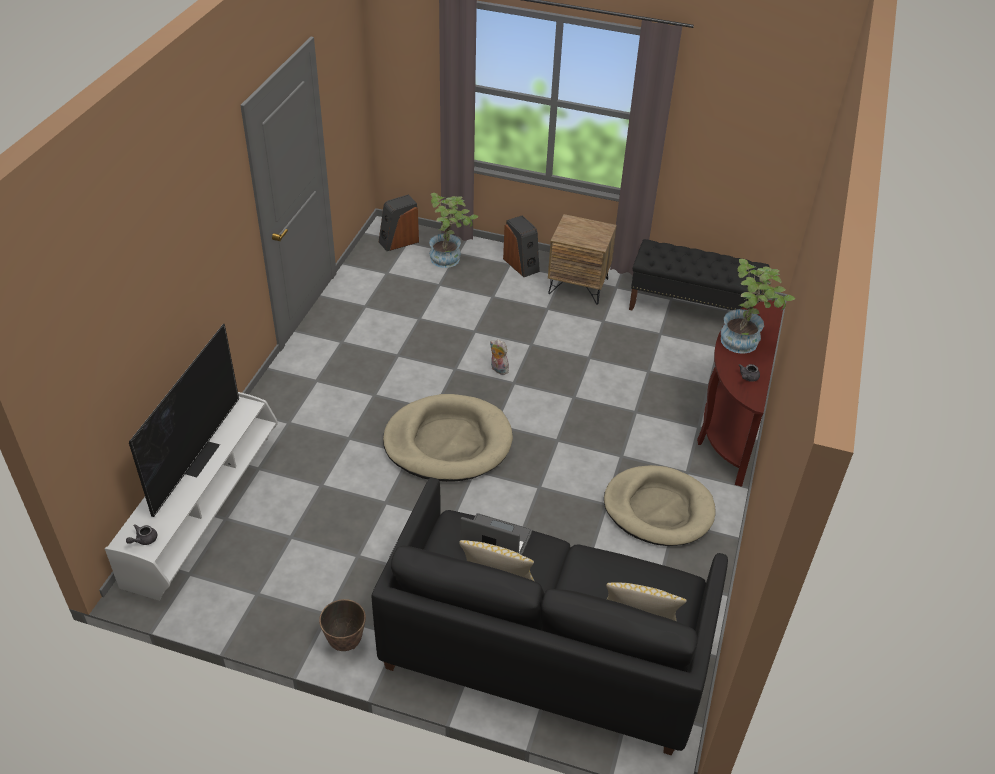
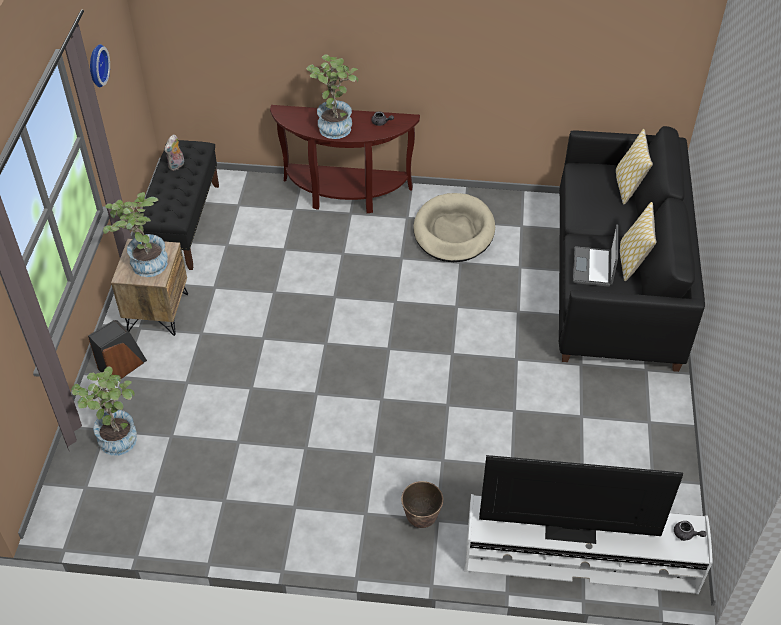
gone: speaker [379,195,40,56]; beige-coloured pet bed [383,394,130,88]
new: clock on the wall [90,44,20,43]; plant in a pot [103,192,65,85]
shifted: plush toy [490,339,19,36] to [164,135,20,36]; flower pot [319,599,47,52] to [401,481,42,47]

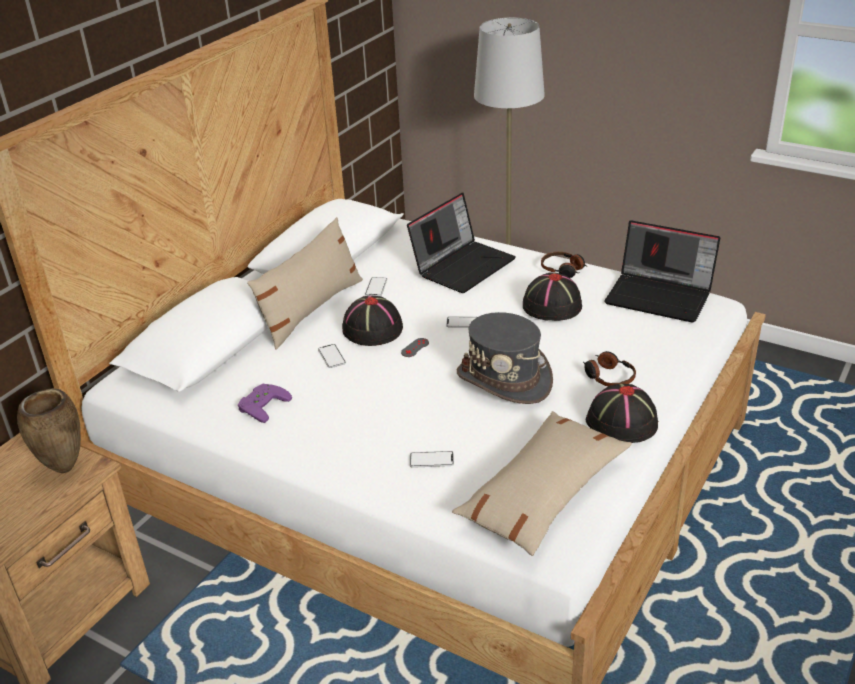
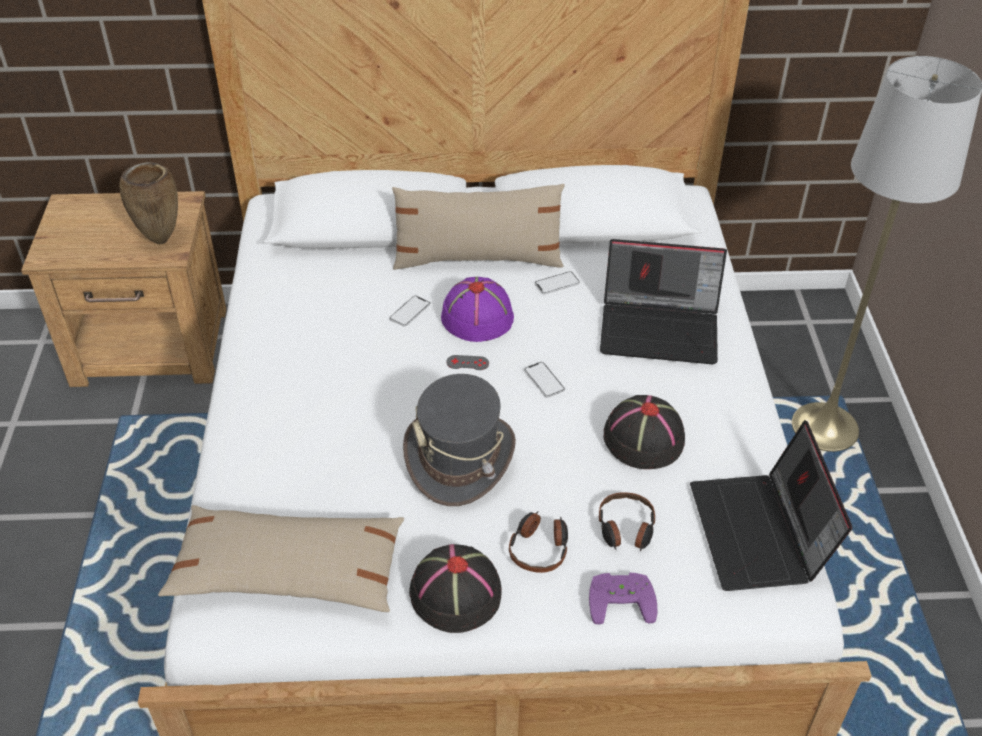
gone: telephone [410,451,44,17]
shifted: headset [541,252,46,26] to [599,492,56,59]; purple-coloured game controller [238,384,54,39] to [589,573,69,51]
repainted: blackish hat [342,296,61,50] to purple-coloured hat [441,277,73,65]

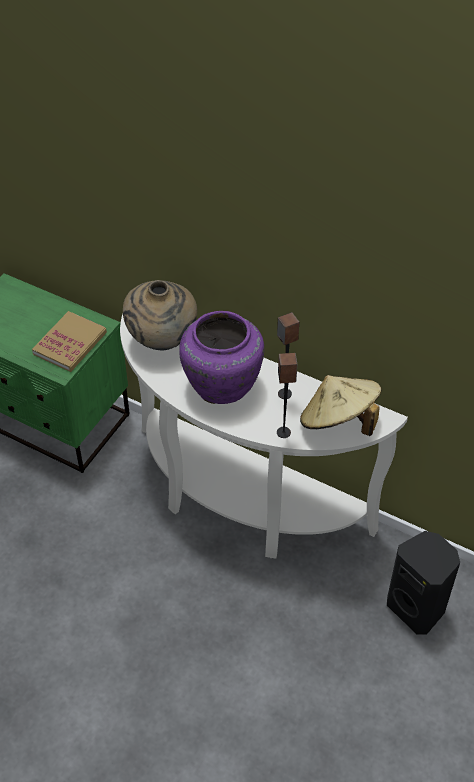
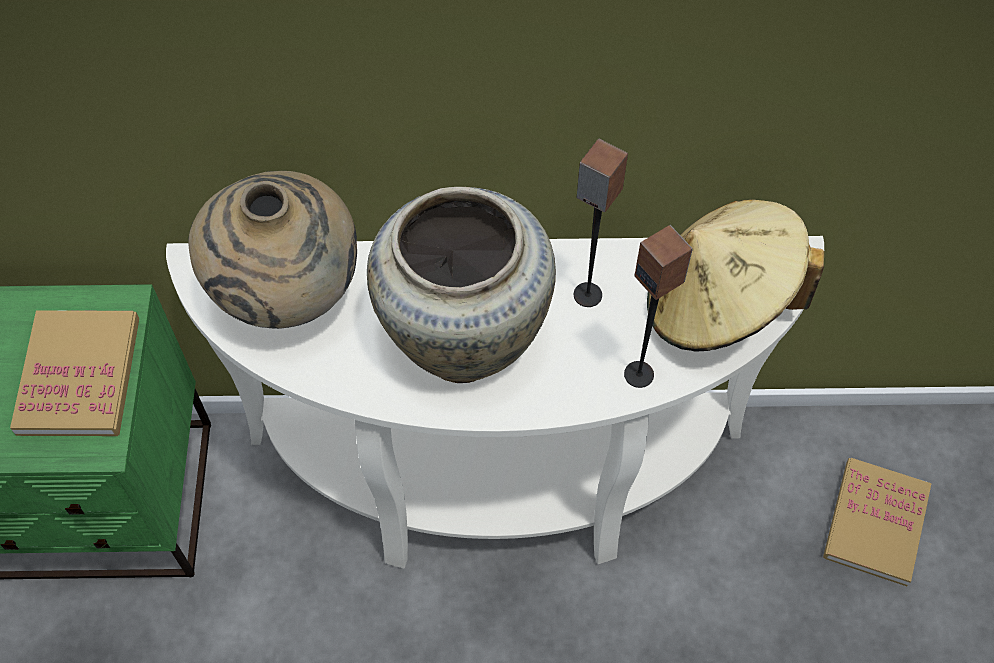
swapped: blackish speaker [387,531,73,104] to volume [823,458,109,128]
repainted: purple-coloured flower vase [179,311,85,93] to beige-coloured flower vase [367,187,189,196]

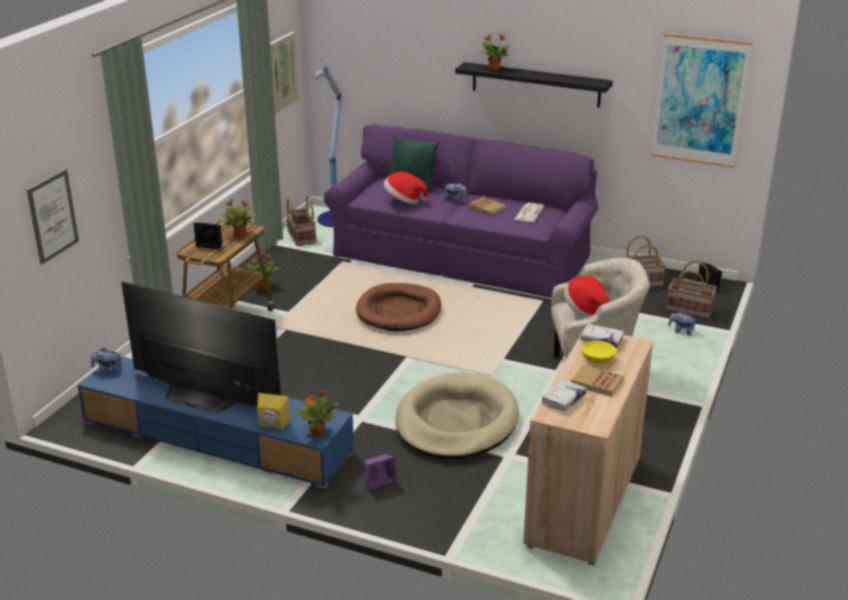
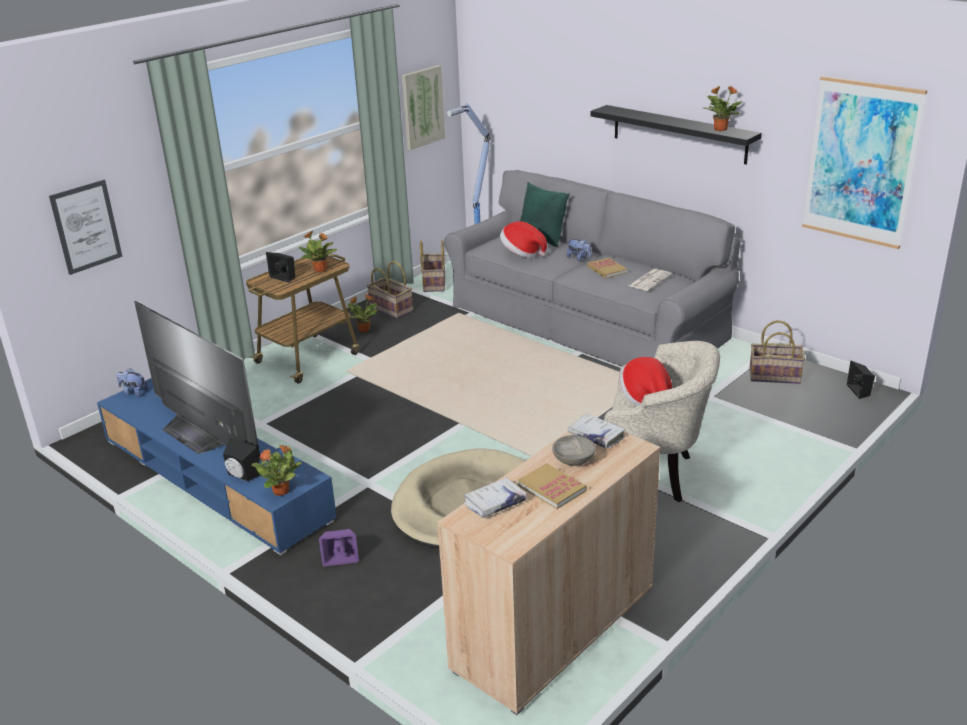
gone: brownish pet bed [356,283,85,48]; plush toy [668,311,30,24]
shifted: plant in a pot [479,34,31,37] to [703,86,40,45]; household basket [666,261,51,58] to [367,261,46,57]
repainted: purple-coloured couch [324,124,274,174] to greyish couch [444,170,296,197]; yellow deep dish [582,340,35,24] to greyish deep dish [552,435,44,31]; yellow speaker [257,393,33,36] to blackish speaker [223,438,37,44]

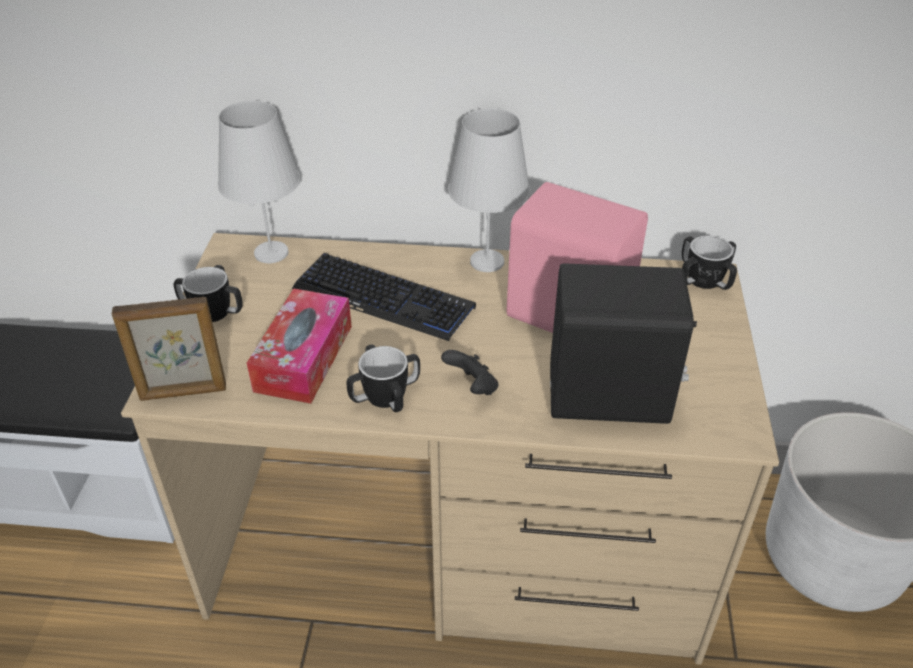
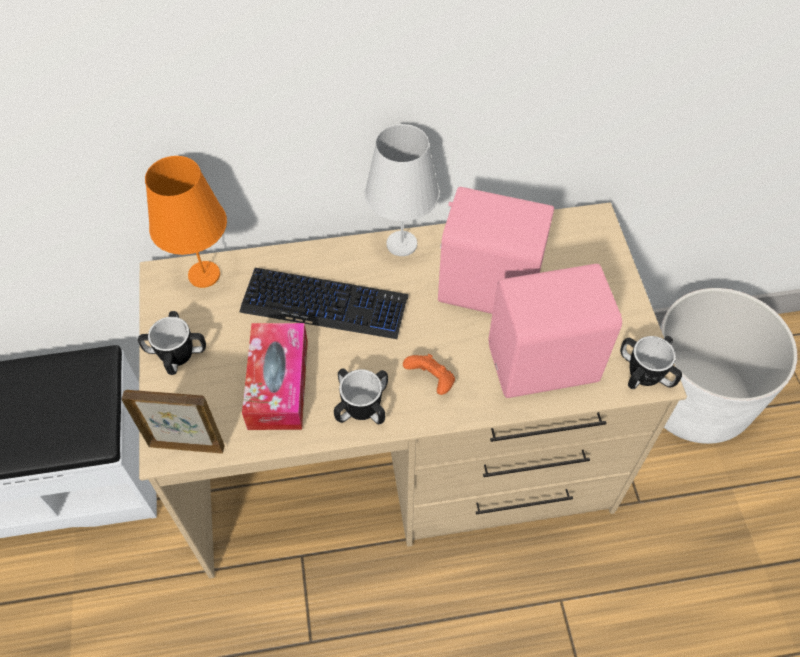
shifted: coffee mug [682,236,55,54] to [620,336,62,53]
repainted: whitish tabletop lamp [218,101,82,162] to orangey tabletop lamp [145,156,82,132]; blackish speaker [550,263,147,161] to pink-coloured speaker [489,264,133,134]; blackish game controller [441,350,57,45] to orangey game controller [403,354,52,41]
rotated: photo frame [112,297,114,104] = [122,390,103,64] 150 degrees counterclockwise

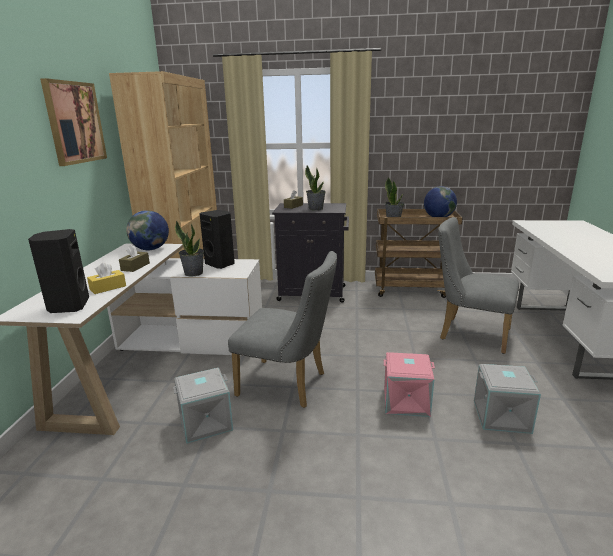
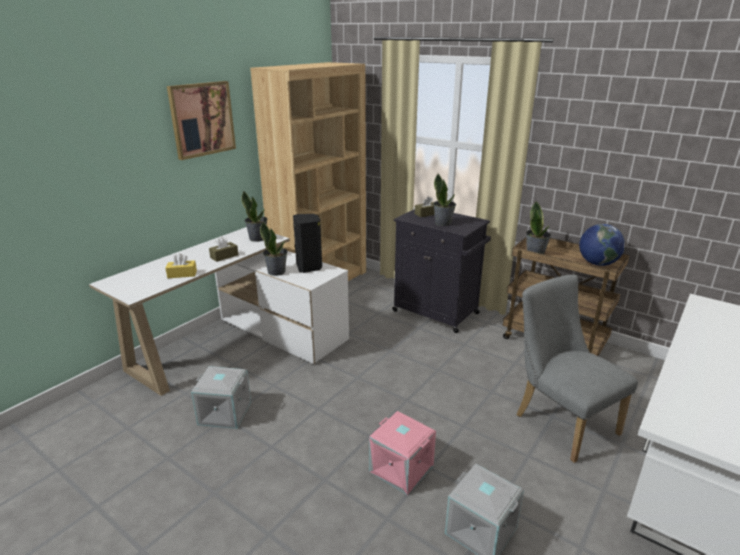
gone: blackish speaker [28,229,61,84]; greyish upright chair [228,251,109,157]
swapped: world globe [126,210,43,40] to plant in a pot [242,191,25,51]

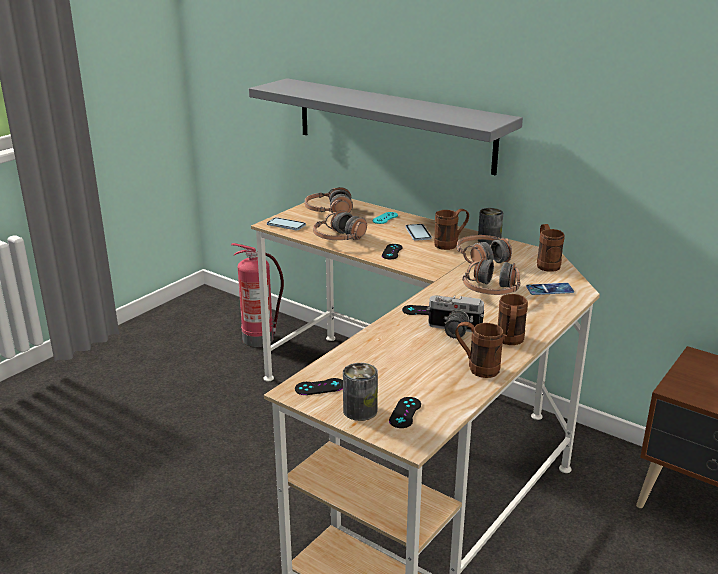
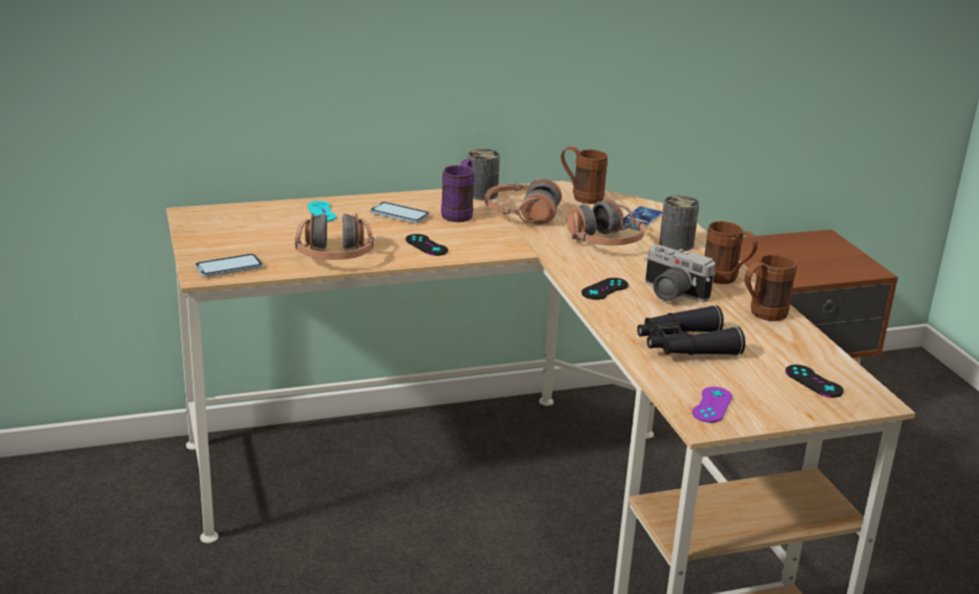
gone: greyish bracket shelf [249,78,274,98]; headset [305,187,48,28]; fire-fighting cylinder [231,243,53,104]
new: blackish pair of binoculars [637,305,108,50]
shifted: sealed can [343,363,35,58] to [659,195,40,56]
repainted: brownish coffee mug [434,209,35,41] to purple-coloured coffee mug [441,159,33,63]; blackish game controller [295,378,48,17] to purple-coloured game controller [692,387,40,36]
rotated: photo camera [427,295,57,44] = [644,245,71,57] 75 degrees clockwise

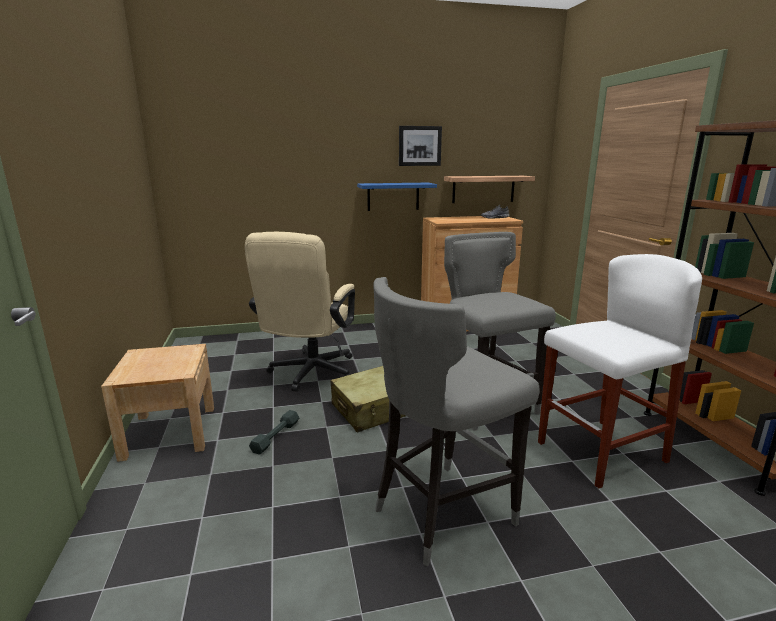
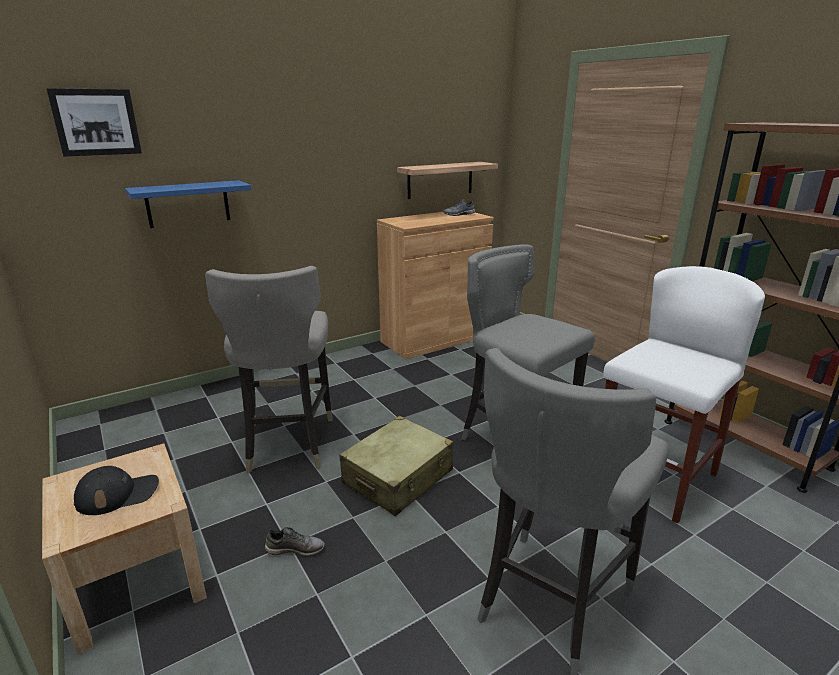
new: blackish baseball cap [74,466,85,49]
shifted: picture [399,126,43,40] to [46,88,96,69]; blue bracket shelf [357,183,80,28] to [125,180,126,48]
swapped: beige-coloured office chair [245,232,110,160] to greyish stool [205,266,128,207]; greyish hand weight [249,410,50,45] to greyish low shoe [265,527,60,29]

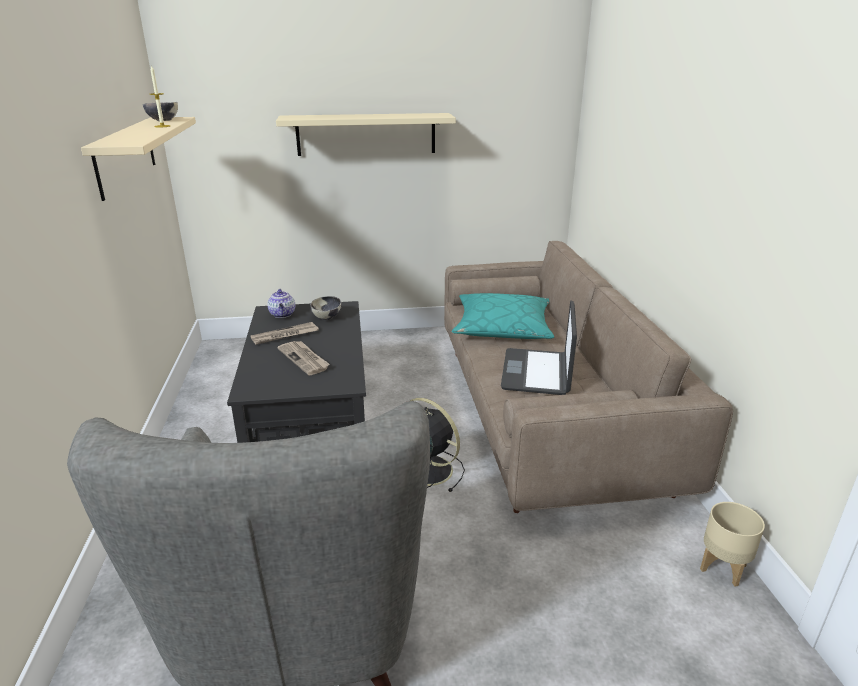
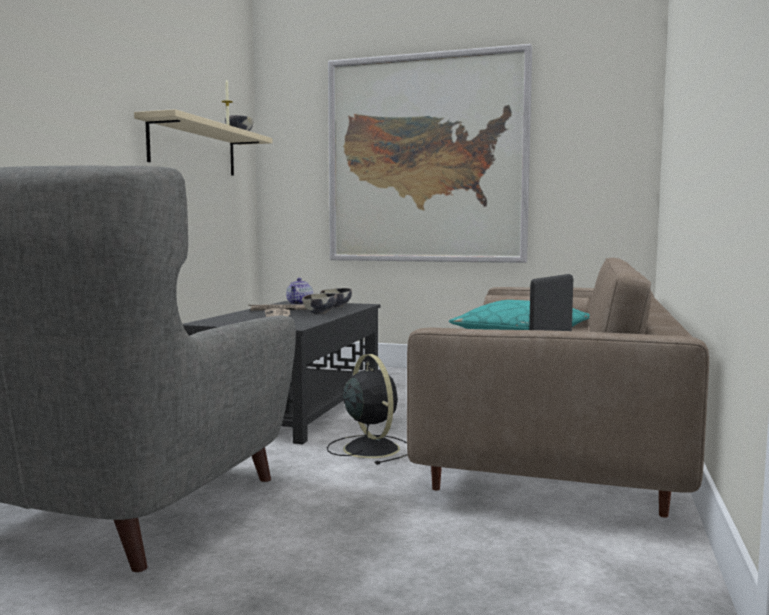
gone: beige-coloured flower pot [700,502,65,85]
new: deep dish [302,293,35,21]
swapped: beige-coloured bracket shelf [276,113,180,43] to picture [328,44,204,219]

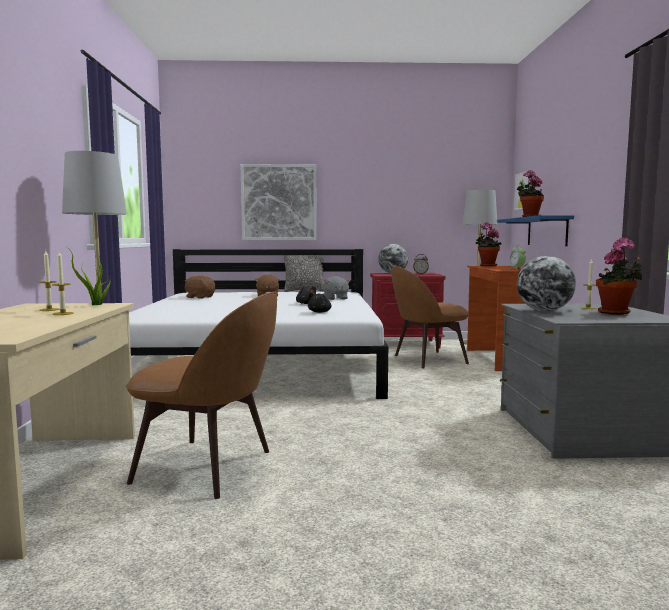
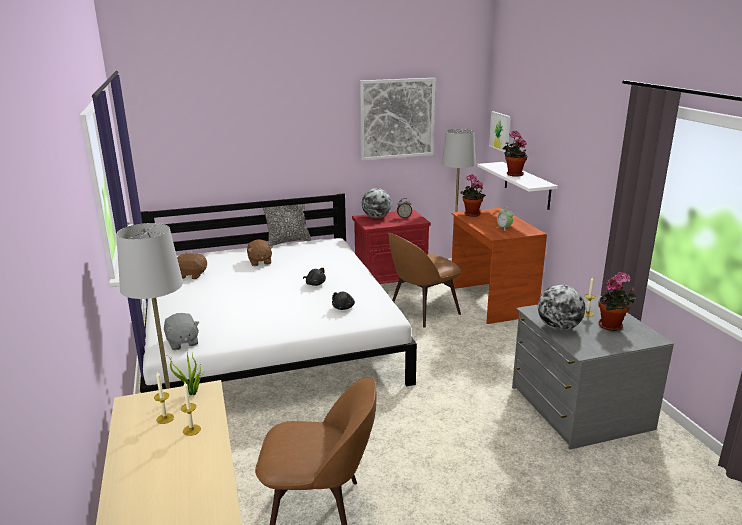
shifted: picture [241,164,76,76] to [360,78,75,83]; greyish plush toy [323,276,27,24] to [164,313,35,37]
repainted: blue bracket shelf [497,215,77,31] to whitish bracket shelf [477,162,81,48]

